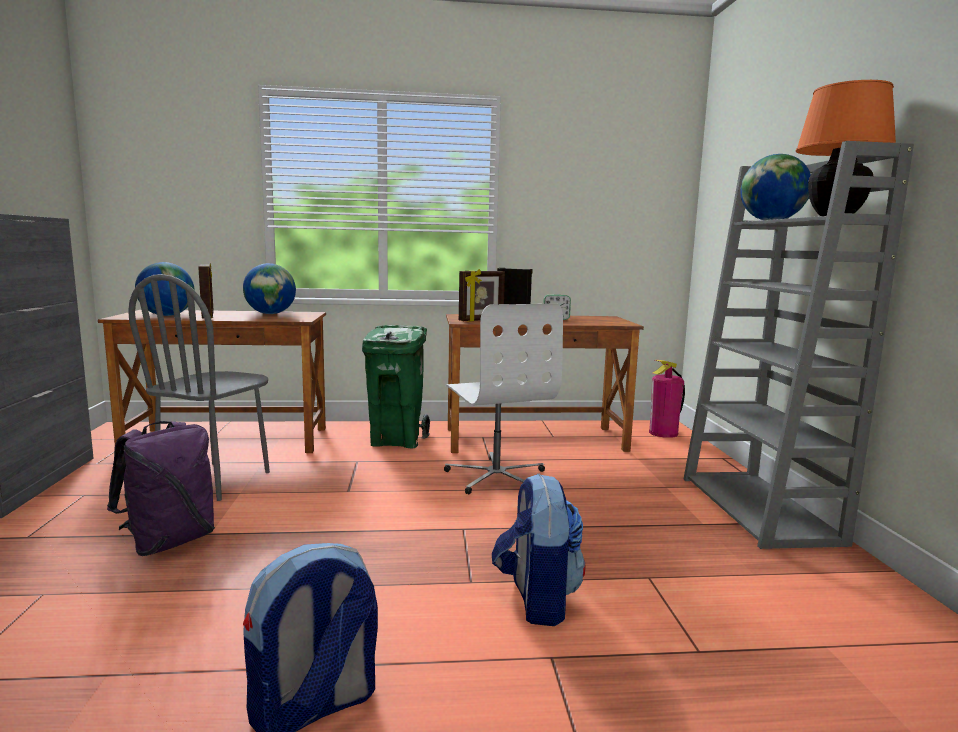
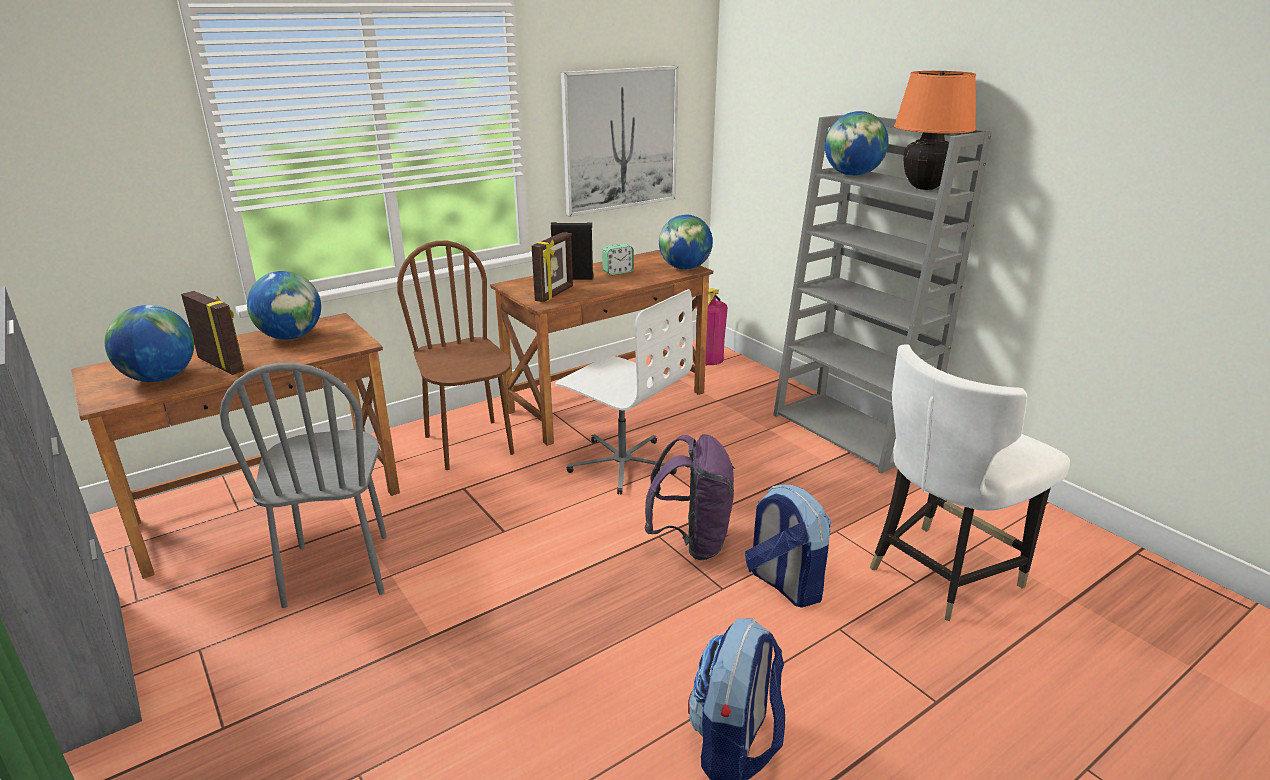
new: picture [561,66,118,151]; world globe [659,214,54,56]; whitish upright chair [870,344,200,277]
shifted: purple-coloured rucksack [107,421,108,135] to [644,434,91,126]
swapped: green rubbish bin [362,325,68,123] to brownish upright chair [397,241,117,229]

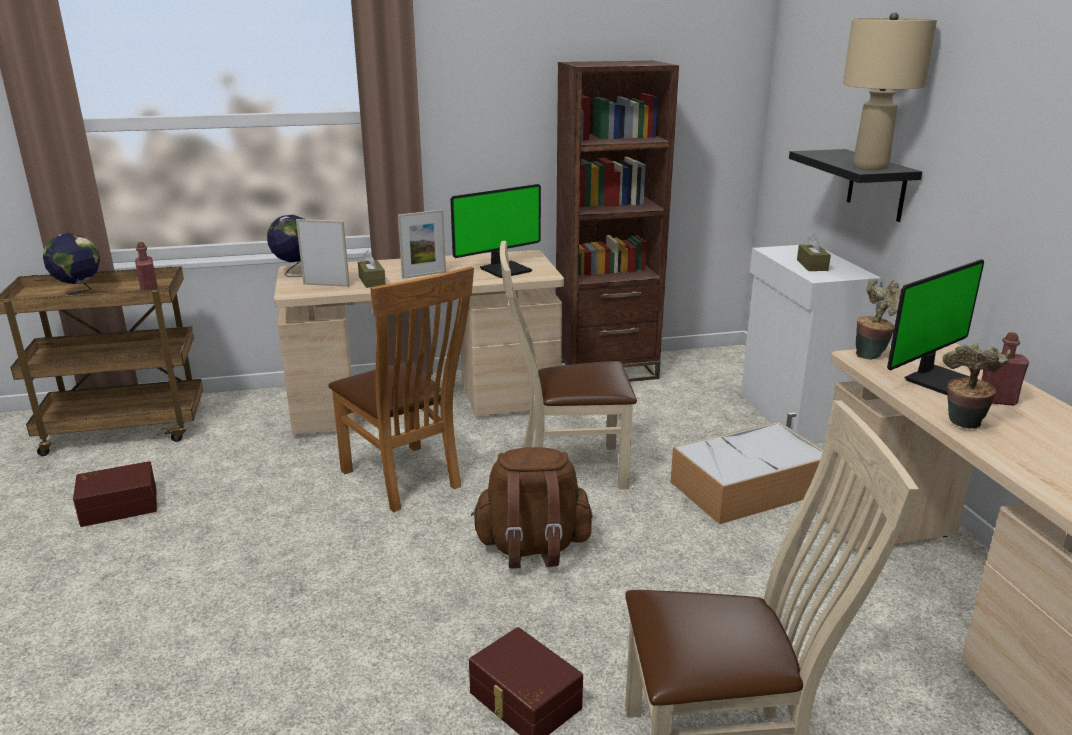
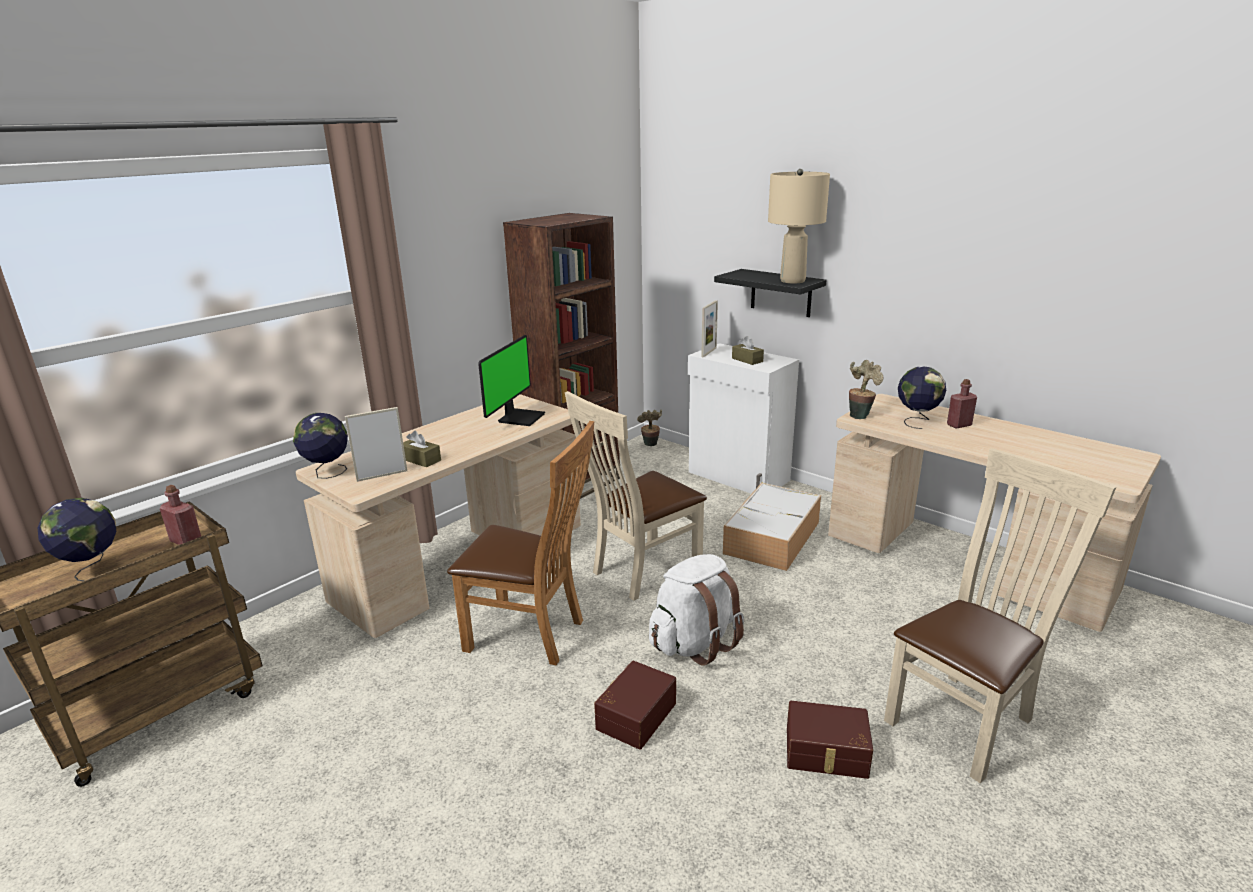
shifted: photo frame [398,210,48,69] to [701,300,17,57]; plant in a pot [943,343,68,86] to [637,410,25,36]; brownish storage bin [73,461,84,66] to [594,661,82,89]
swapped: computer screen [887,259,97,137] to world globe [898,367,48,62]
repainted: brownish rucksack [471,447,122,121] to whitish rucksack [649,554,95,112]

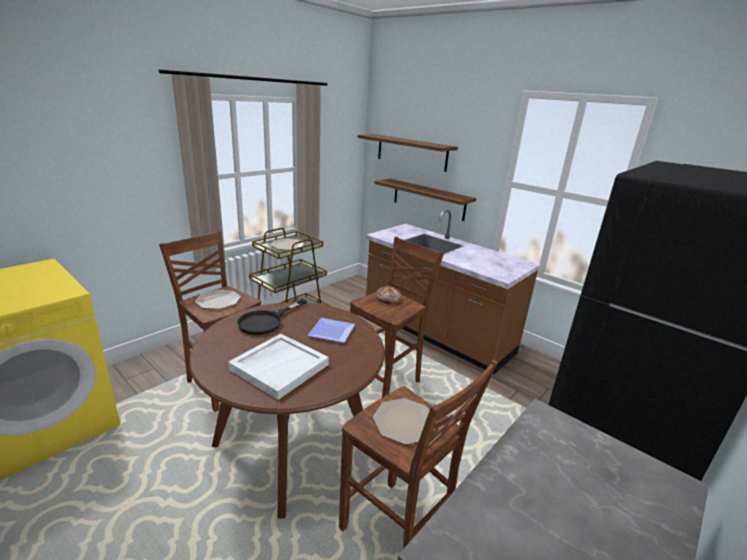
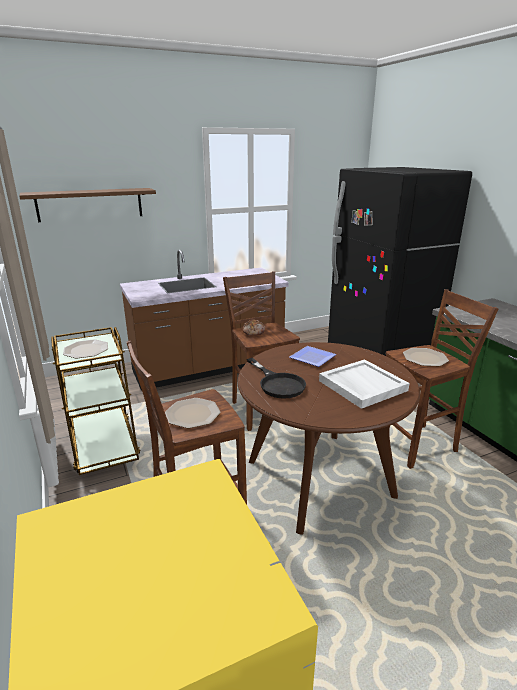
gone: brownish bracket shelf [374,179,102,42]

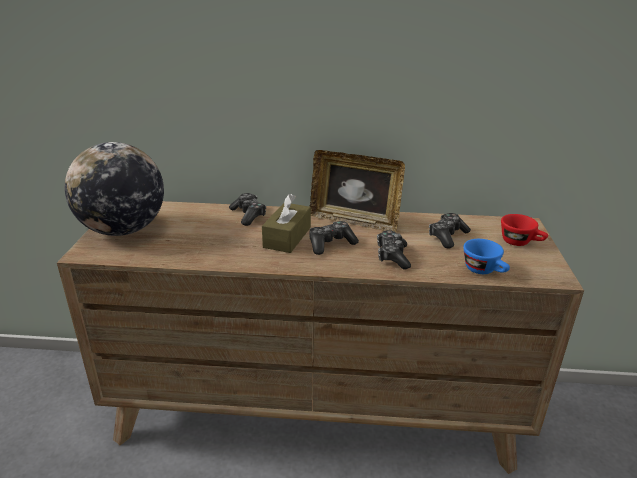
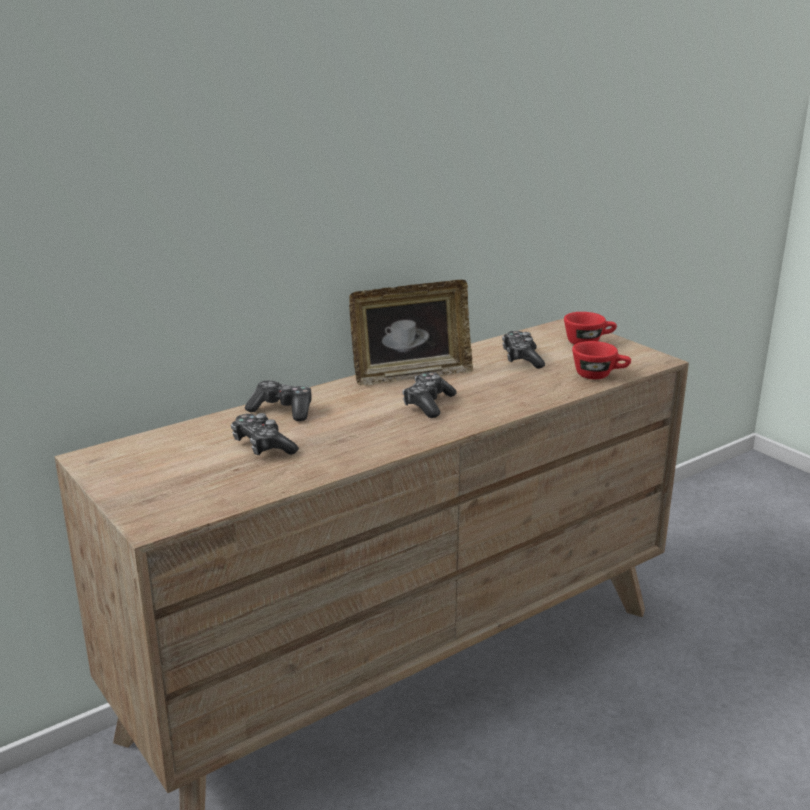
gone: world globe [65,142,99,94]; brownish tissue box [262,194,49,59]
shifted: game controller [377,230,34,39] to [231,413,68,42]
repainted: blue drinking cup [463,239,47,35] to reddish drinking cup [572,341,59,38]

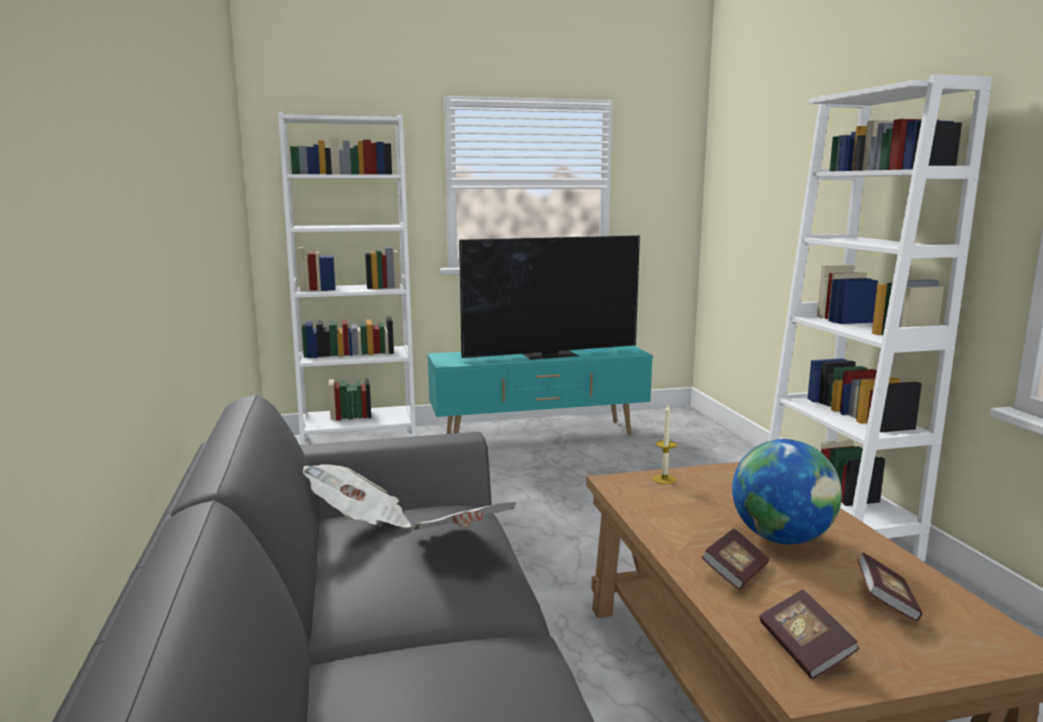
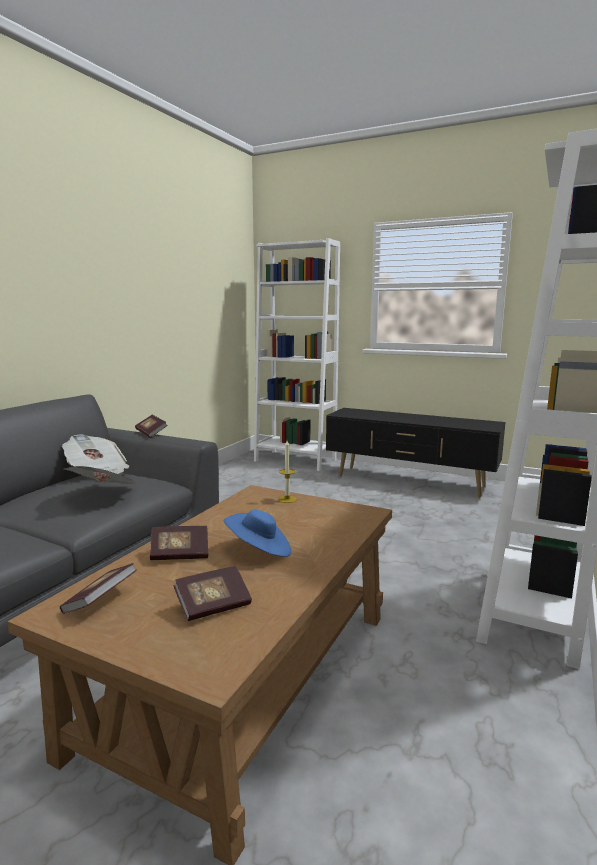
gone: television [459,235,181,125]
new: volume [135,415,32,23]
swapped: world globe [732,439,110,105] to blue hat [223,510,68,47]
repainted: blue-green tv unit [428,345,225,90] to blackish tv unit [326,408,180,90]

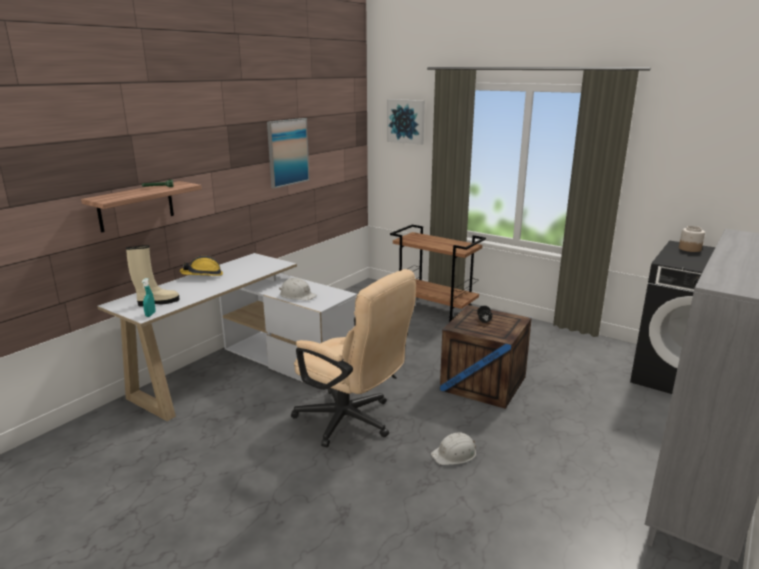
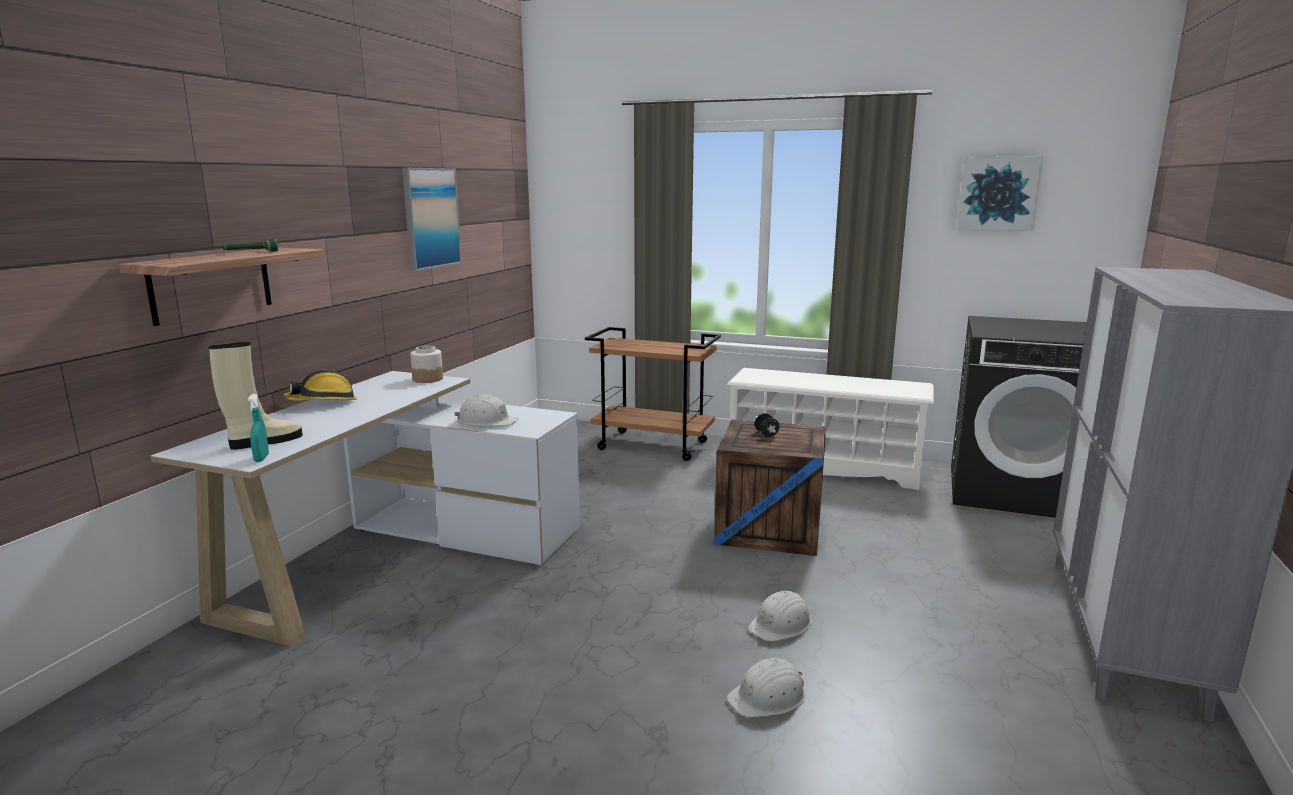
gone: beige-coloured office chair [291,269,125,178]
new: whitish shoe stand [727,368,207,122]; whitish safety helmet [726,658,79,60]
shifted: picture [387,99,38,46] to [957,156,86,75]; jar [679,226,26,26] to [410,346,33,37]

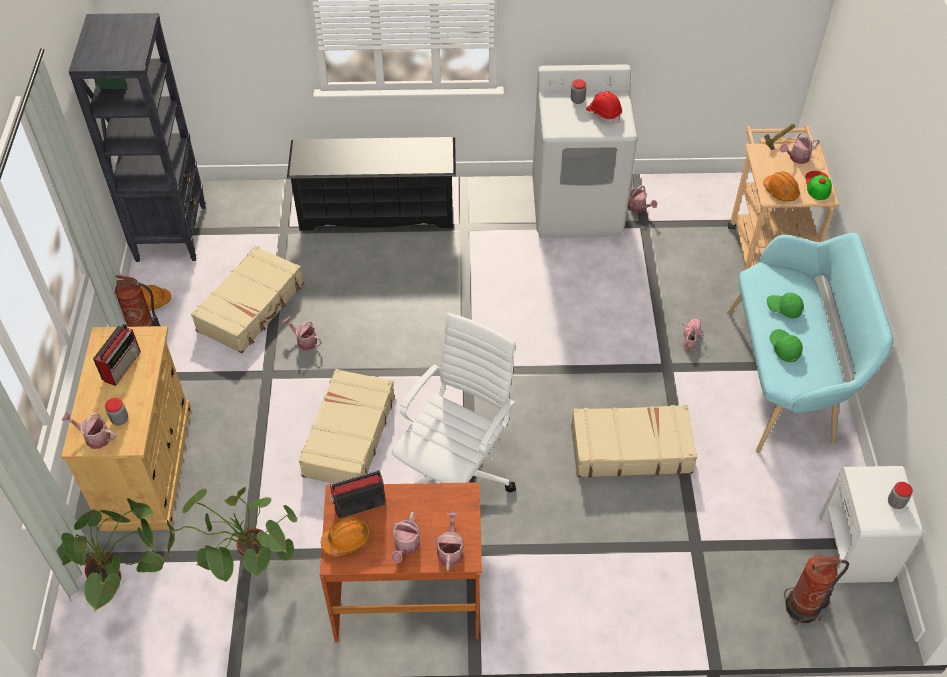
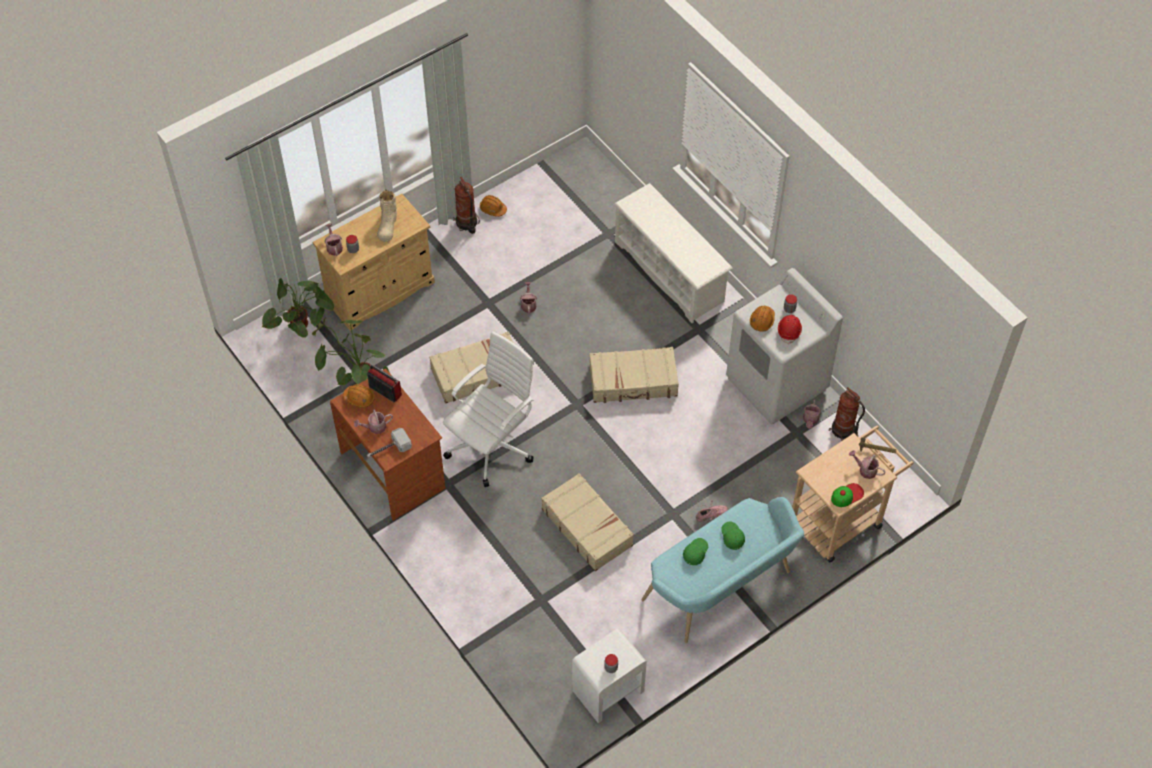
gone: blackish bookcase [68,13,138,249]
shifted: orangey safety helmet [763,171,37,31] to [750,306,25,26]; beige-coloured travel case [191,246,113,108] to [589,347,90,56]; fire-fighting cylinder [784,556,65,69] to [829,387,36,53]
swapped: radio [93,323,48,63] to beige-coloured tall boot [377,189,20,53]; sprinkling can [435,512,30,59] to hand hammer [367,428,45,29]
repainted: blackish shoe stand [287,137,169,94] to whitish shoe stand [614,183,119,140]
rotated: whitish office chair [392,313,124,179] = [443,331,91,156] 45 degrees counterclockwise

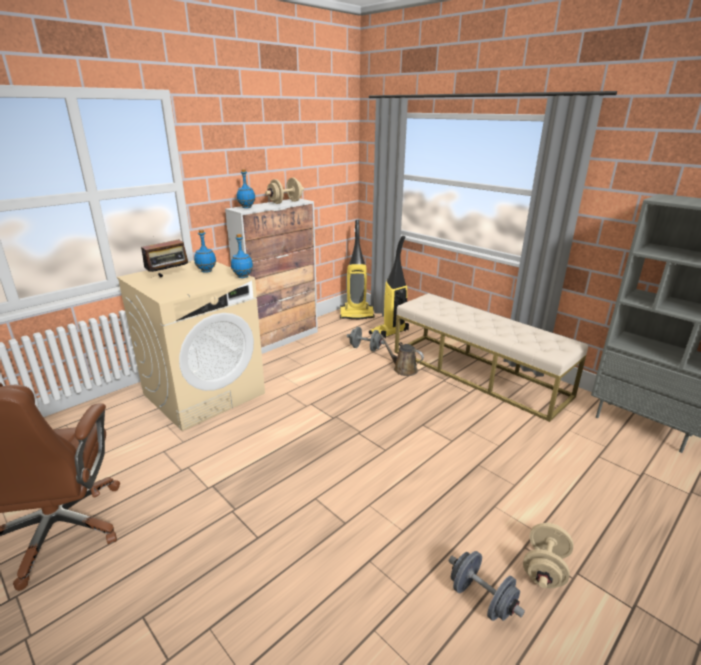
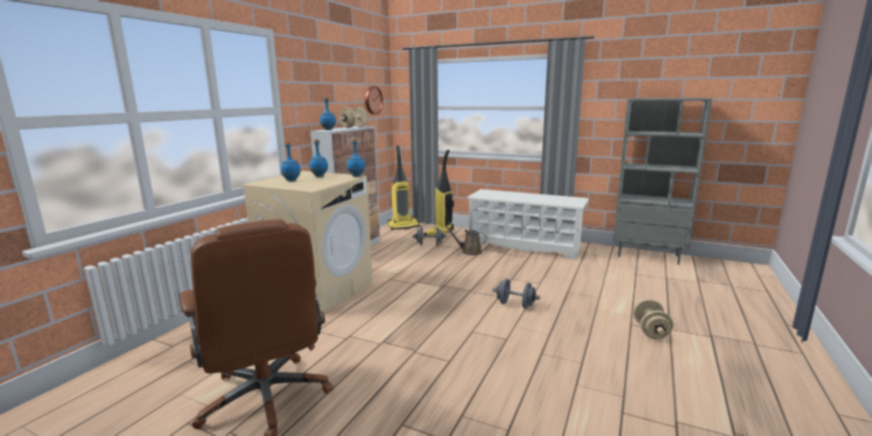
new: clock on the wall [365,86,18,28]
shifted: greyish hand weight [449,551,76,70] to [493,279,47,30]
swapped: radio [141,239,49,38] to blue bottle [281,142,20,39]; beige-coloured long seat [394,293,194,129] to whitish shoe stand [467,189,122,71]

